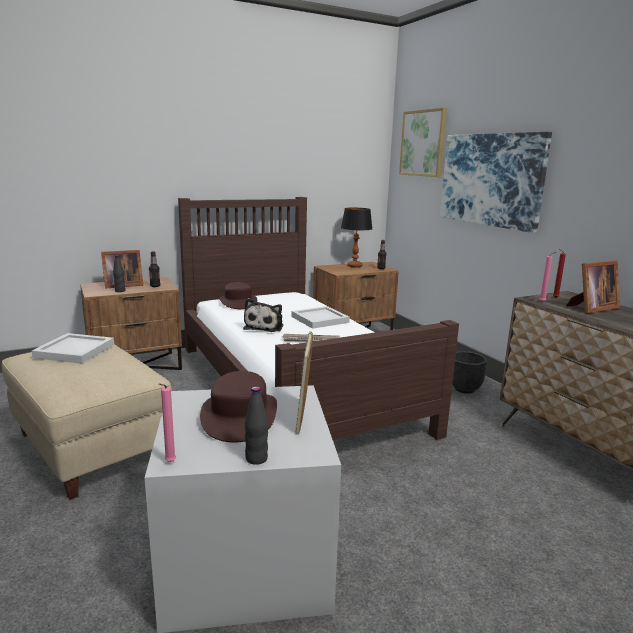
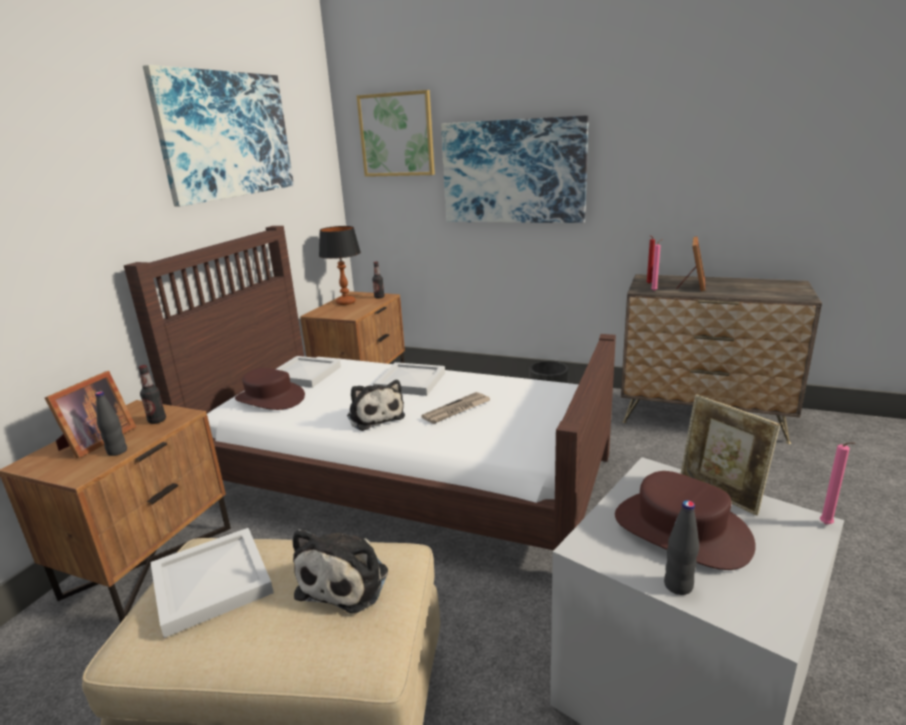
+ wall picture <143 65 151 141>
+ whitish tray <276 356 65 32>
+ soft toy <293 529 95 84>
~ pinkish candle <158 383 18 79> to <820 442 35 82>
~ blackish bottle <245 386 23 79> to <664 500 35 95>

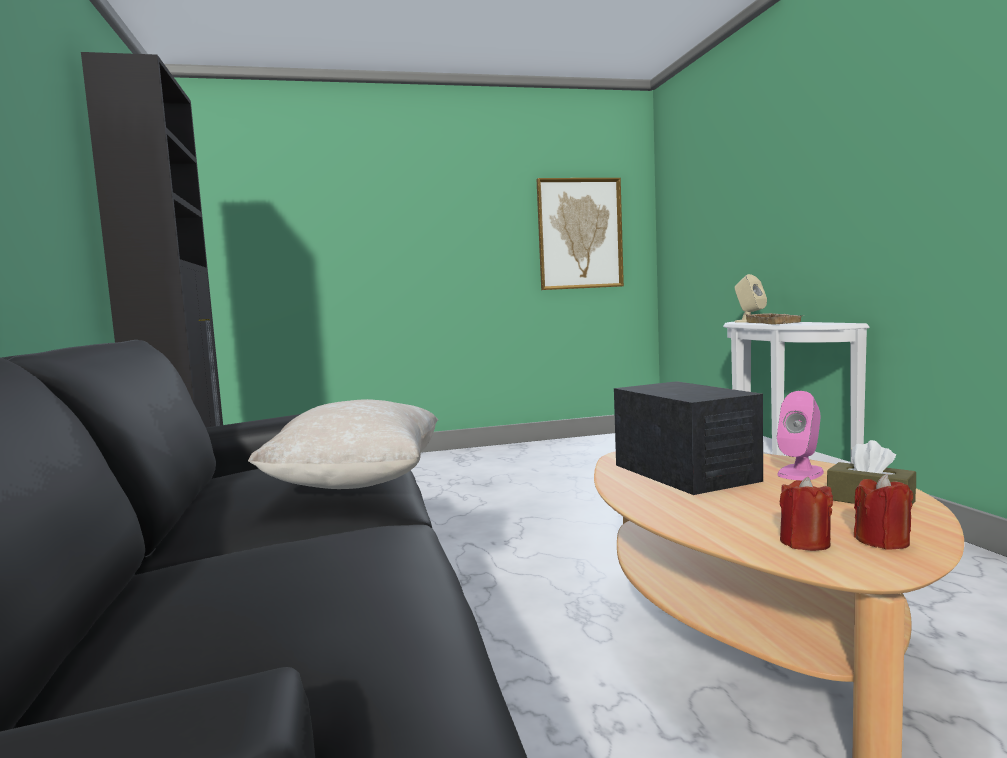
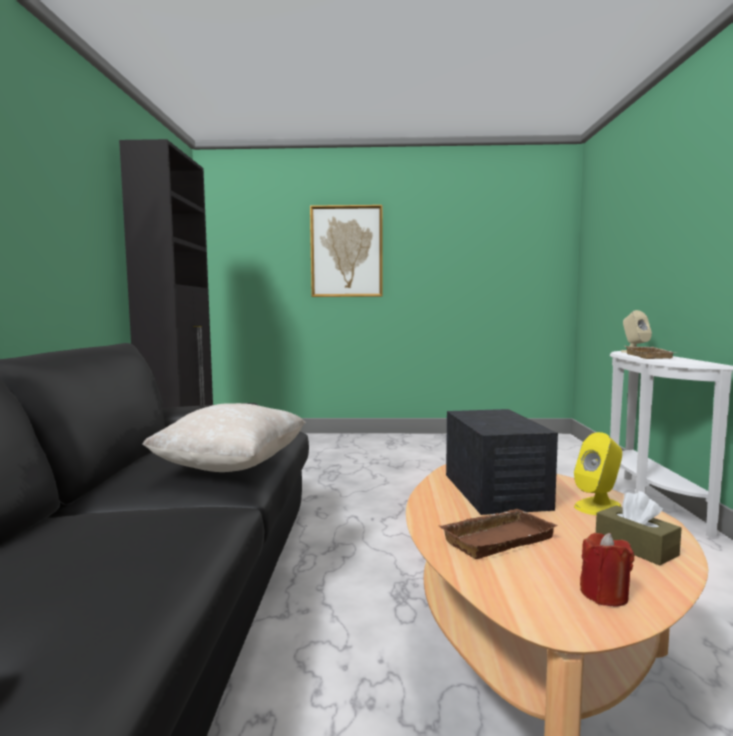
- red candle <780 477 53 74>
+ brown-coloured tray <439 509 119 50>
~ wall picture <536 178 88 112> to <310 205 73 92>
~ pinkish audio speaker <777 391 47 90> to yellowish audio speaker <574 432 48 83>

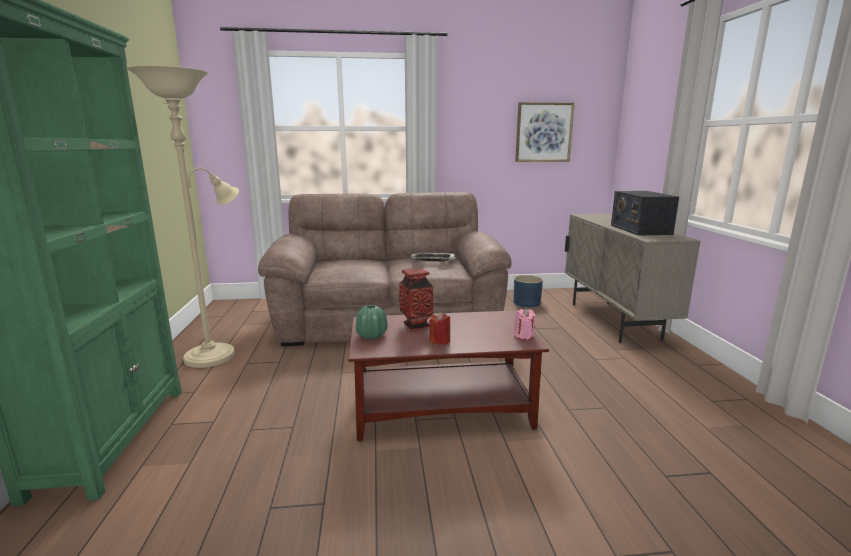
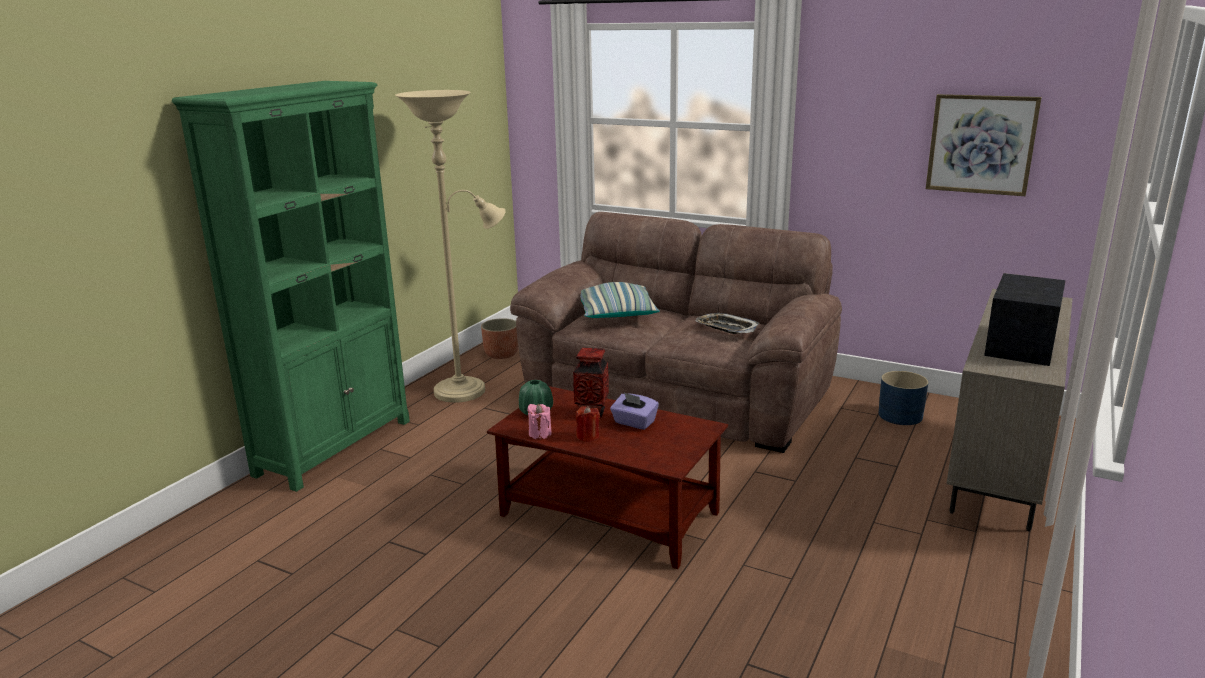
+ flower pot <481 318 37 41>
+ cushion <580 282 80 36>
+ purple-coloured tissue holder <610 392 49 38>
~ pinkish candle <513 308 24 32> to <527 404 25 36>

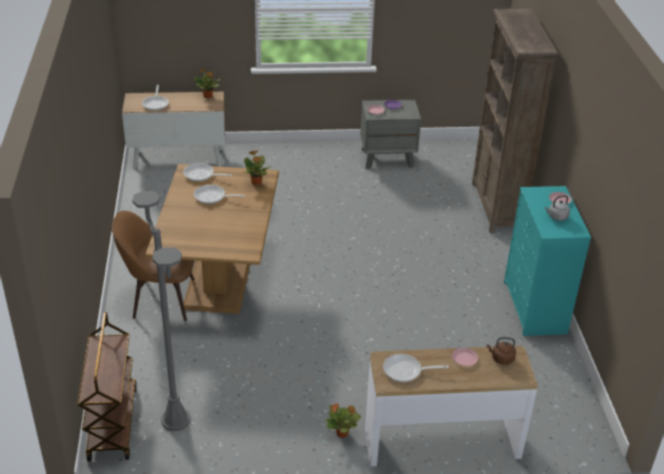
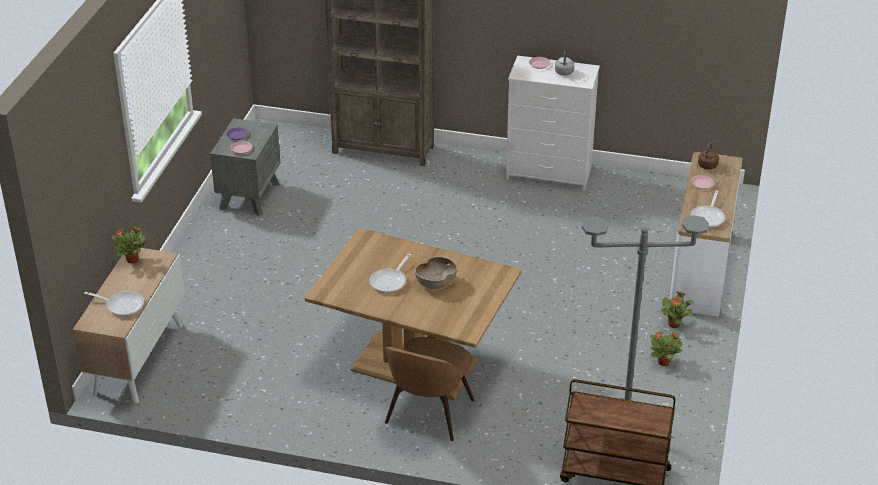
- pan <183 163 49 19>
+ brown-coloured deep dish <415 257 42 32>
~ potted plant <244 151 28 34> to <650 330 33 36>
~ turquoise-coloured drawer chest <504 186 87 150> to whitish drawer chest <506 56 94 135>

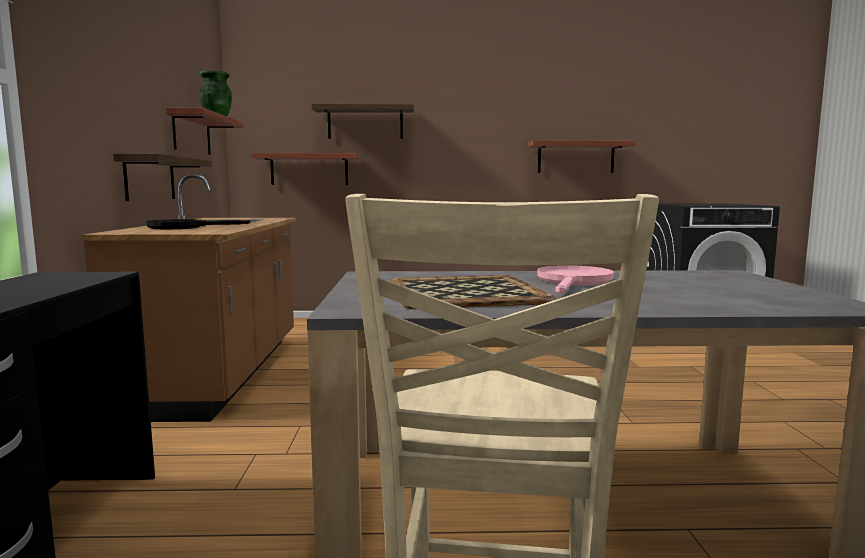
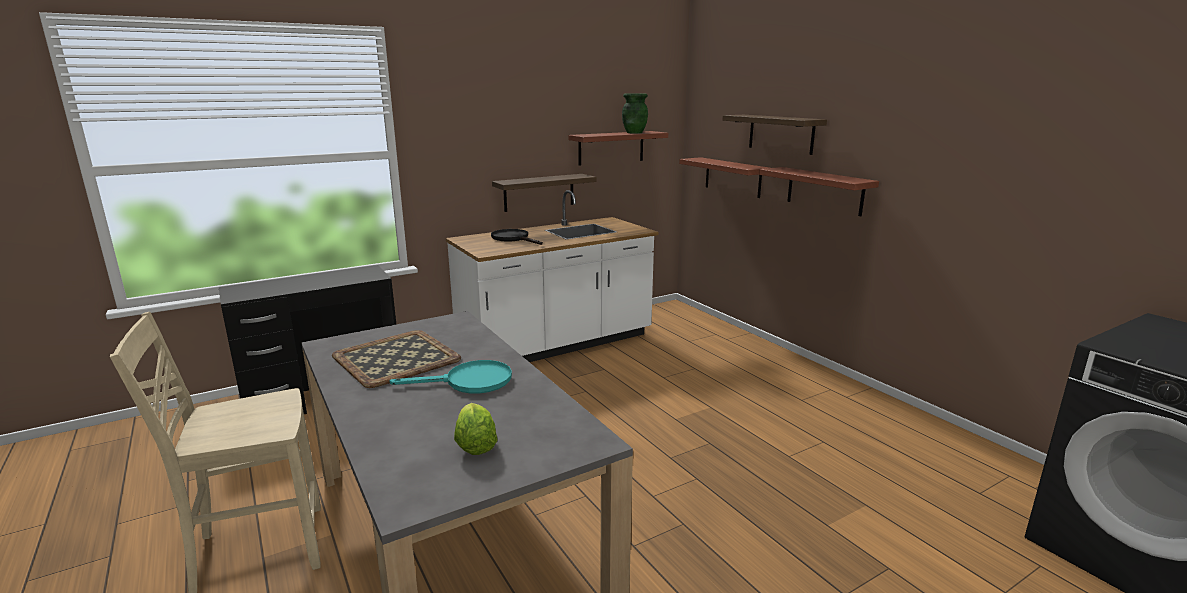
+ lettuce <454 403 43 52>
~ bracket shelf <527 140 109 33> to <759 167 120 49>
~ brown-coloured kitchen base unit <82 174 214 248> to whitish kitchen base unit <446 190 212 172>
~ pinkish pan <537 265 77 29> to turquoise-coloured pan <389 360 123 33>

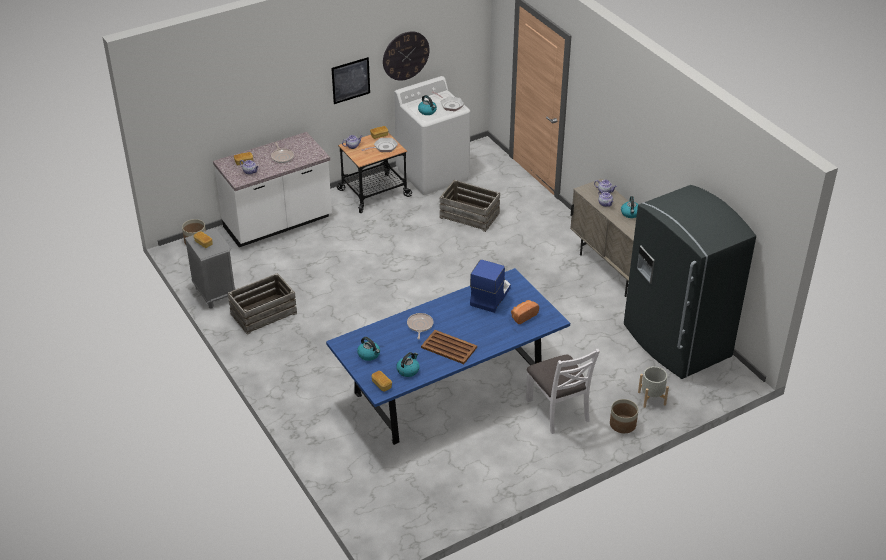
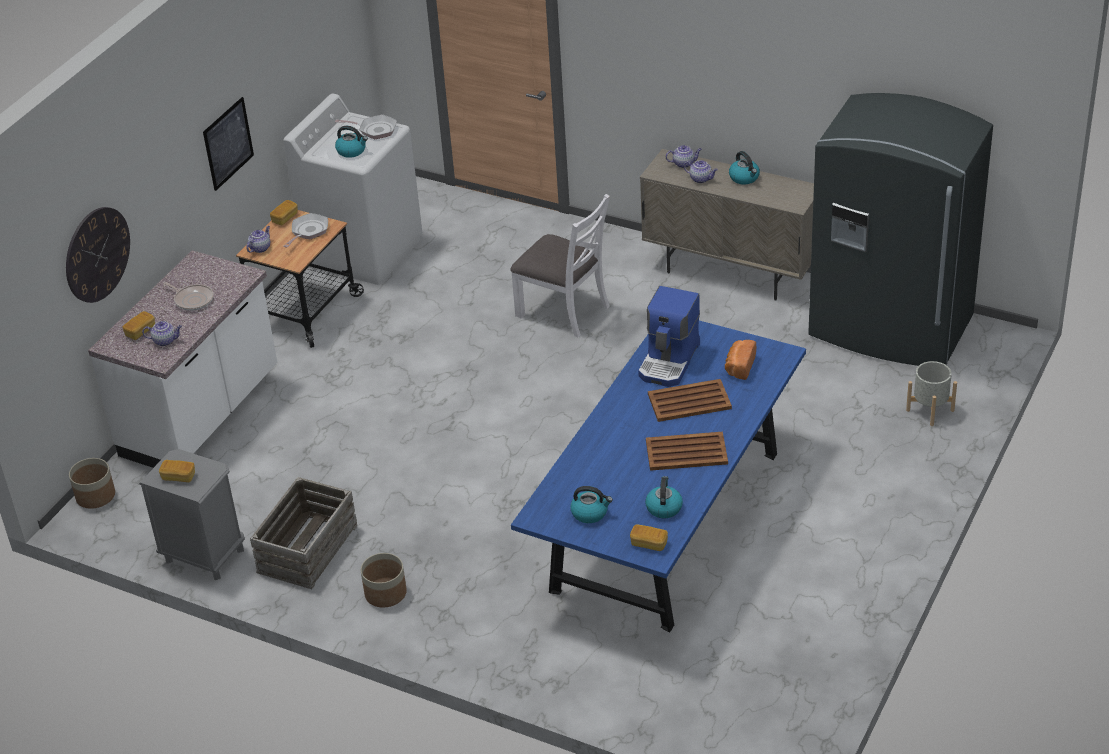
- pan <407 313 27 26>
- crate <440 180 60 52>
+ brown-coloured tray <648 379 84 43>
~ clock on the wall <383 31 47 50> to <66 207 64 96>
~ whitish plain chair <526 349 74 85> to <510 194 100 144>
~ flower pot <610 399 28 34> to <361 553 46 54>
~ coffee machine <470 260 41 53> = <638 286 62 101> 150 degrees counterclockwise

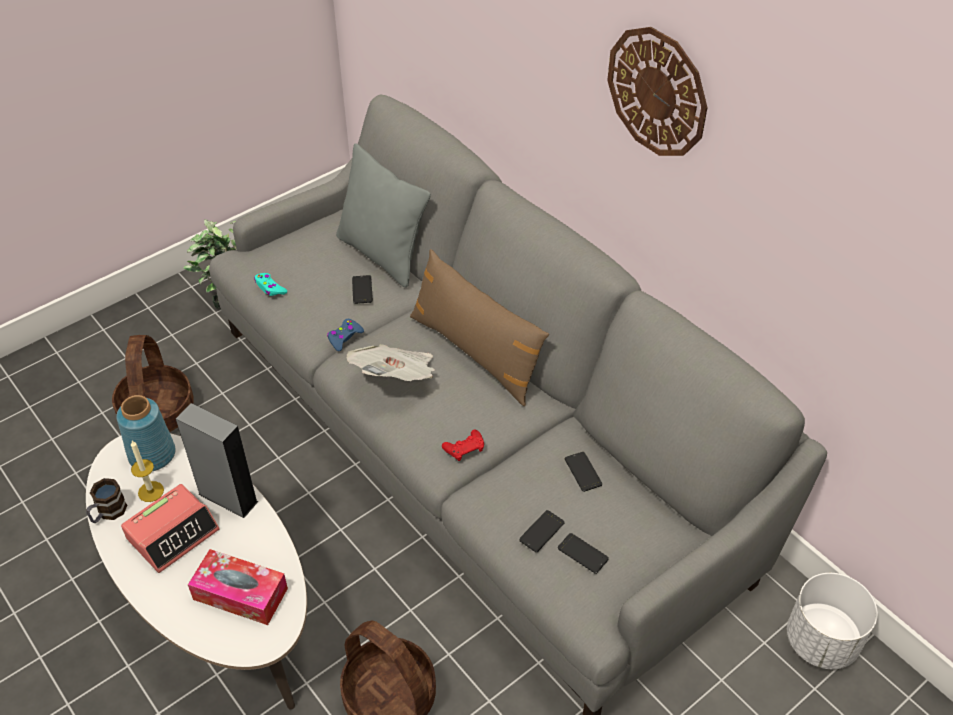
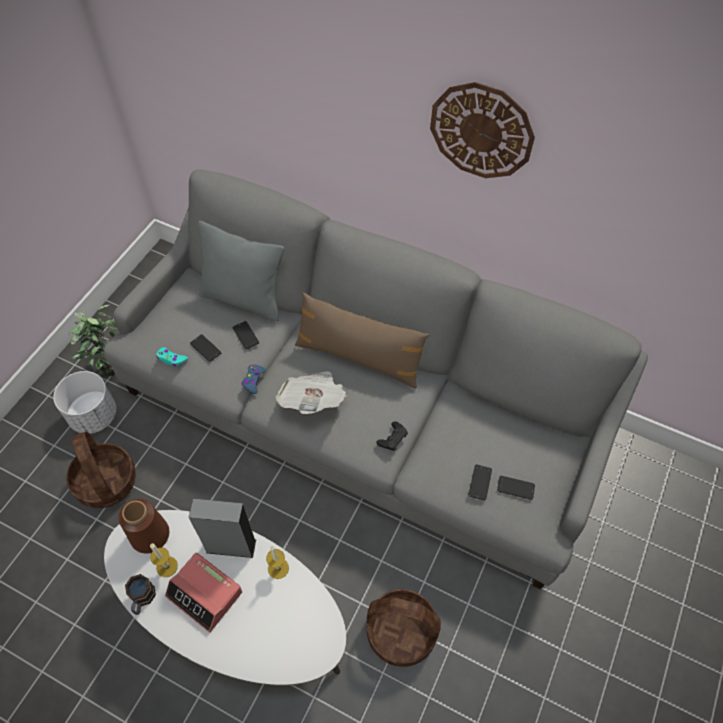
- tissue holder <188 549 100 76>
+ candle <266 545 23 34>
~ phone <565 452 38 40> to <190 334 31 28>
~ whitish flower pot <787 573 91 97> to <53 371 64 63>
~ blue flower vase <116 395 60 76> to brown-coloured flower vase <119 499 50 55>
~ red game controller <442 430 42 31> to blackish game controller <376 421 32 30>
~ table clock <121 484 99 89> = <165 553 77 79> 105 degrees clockwise

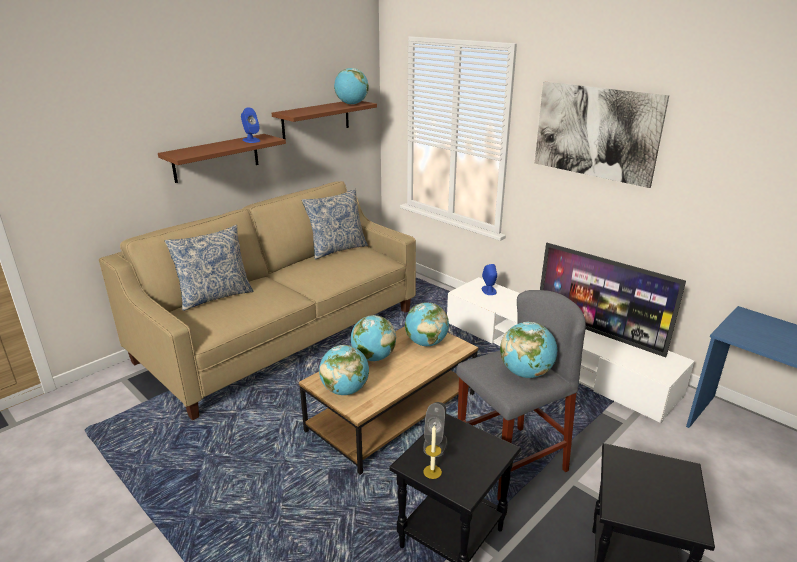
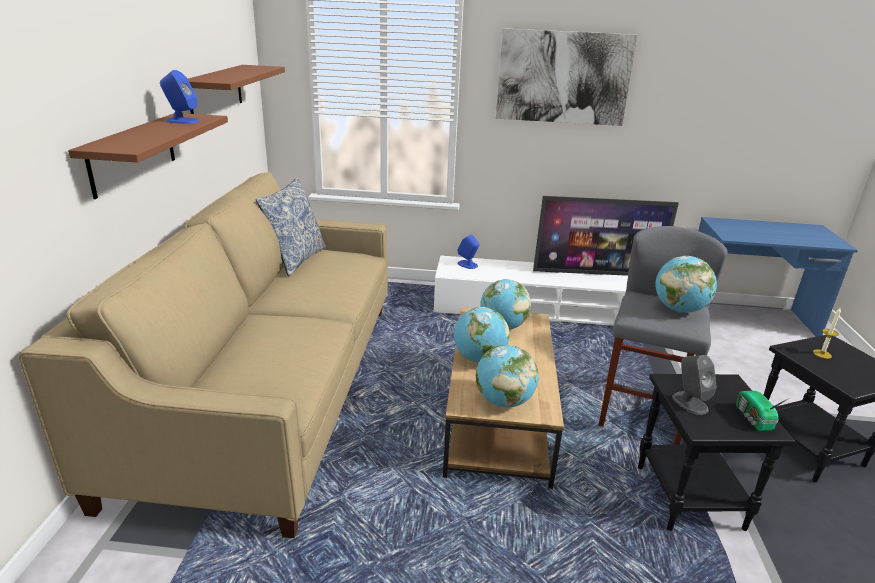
- cushion <165 225 89 86>
- globe <334 68 35 37>
+ radio receiver <736 391 53 40>
~ candle <423 425 19 54> to <813 308 28 51>

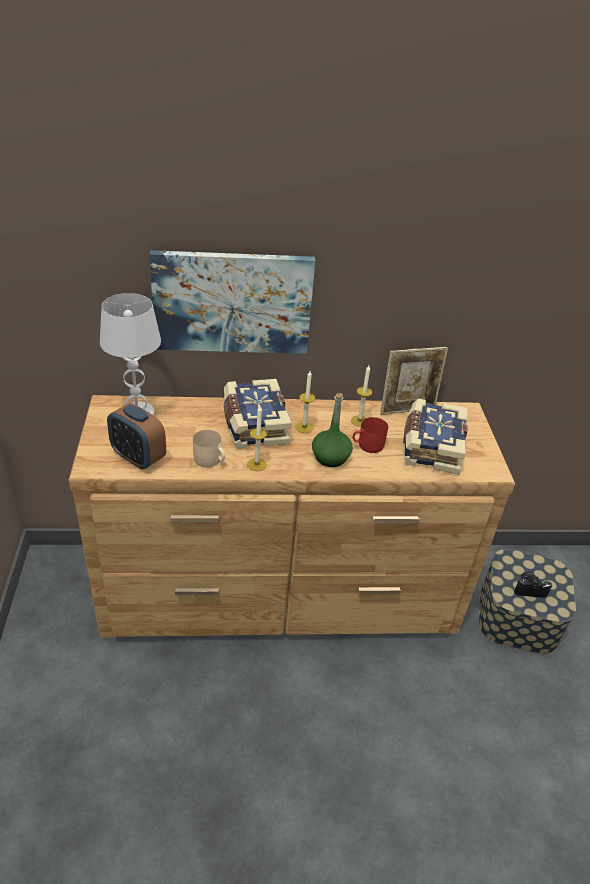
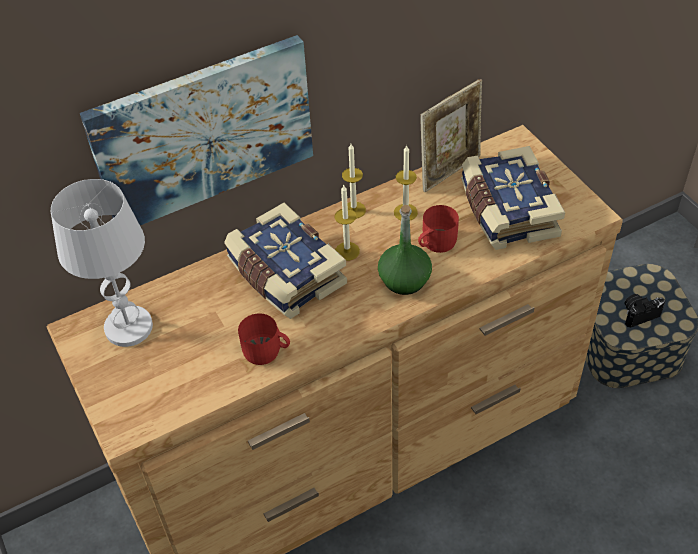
- table clock <107 403 59 67>
~ candle <247 406 20 65> to <342 144 24 75>
~ beige-coloured tea mug <193 430 32 37> to red tea mug <238 313 52 52>

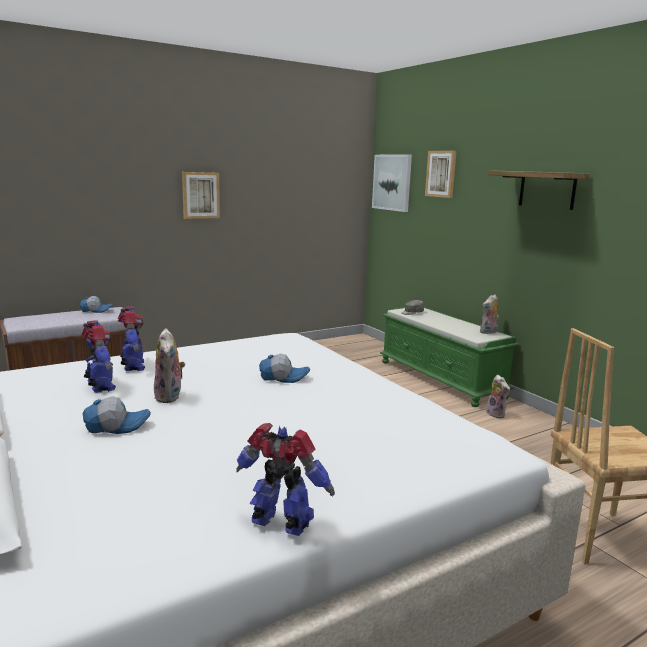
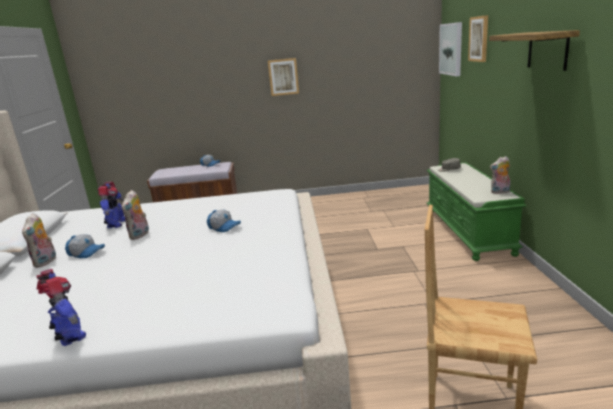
- robot figure <118 306 27 65>
~ soft toy <486 375 24 43> to <22 213 34 55>

